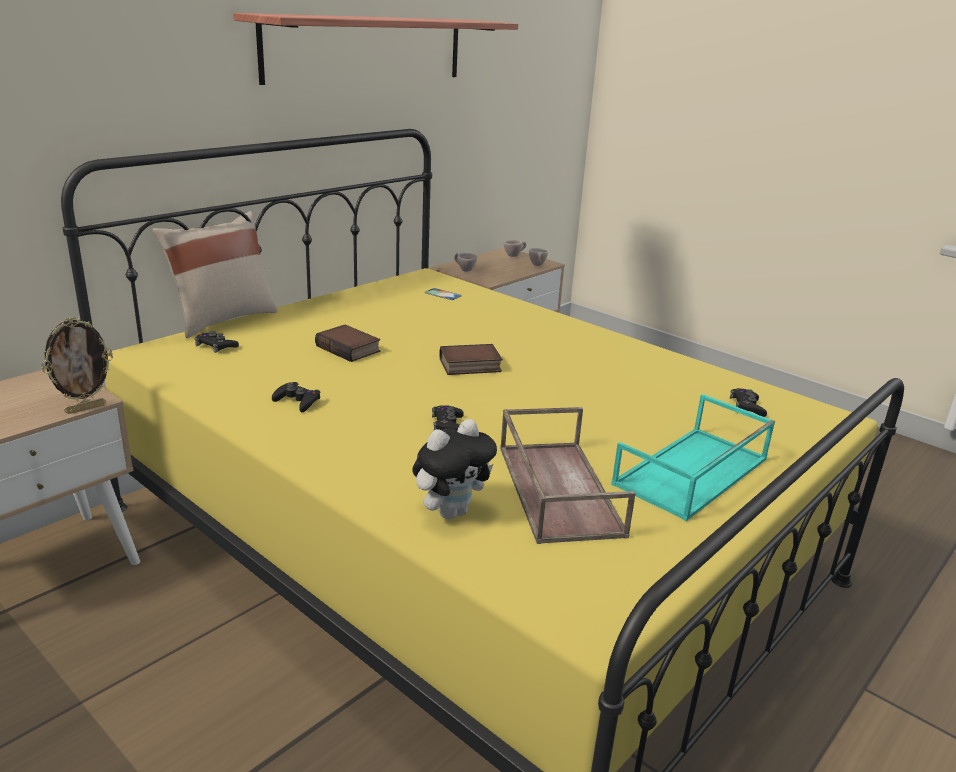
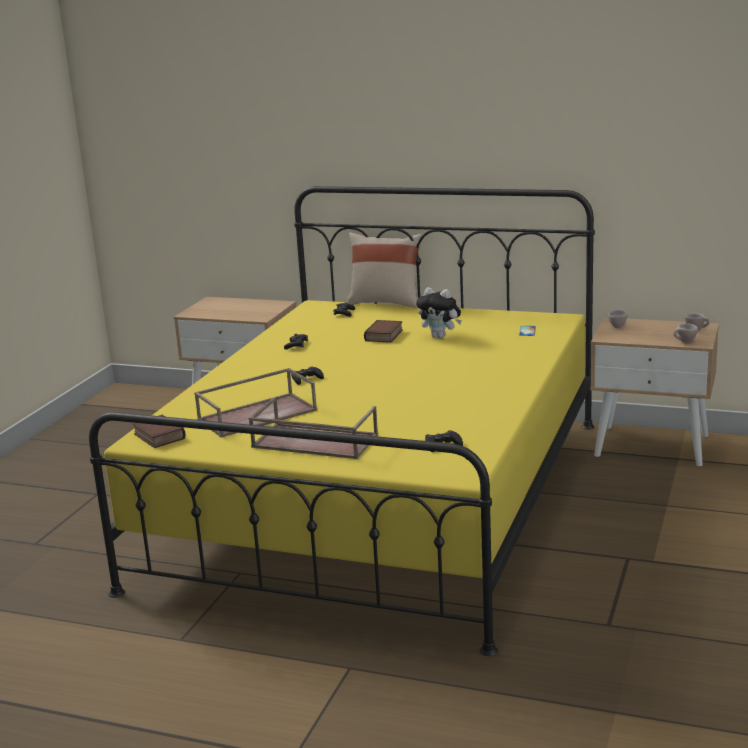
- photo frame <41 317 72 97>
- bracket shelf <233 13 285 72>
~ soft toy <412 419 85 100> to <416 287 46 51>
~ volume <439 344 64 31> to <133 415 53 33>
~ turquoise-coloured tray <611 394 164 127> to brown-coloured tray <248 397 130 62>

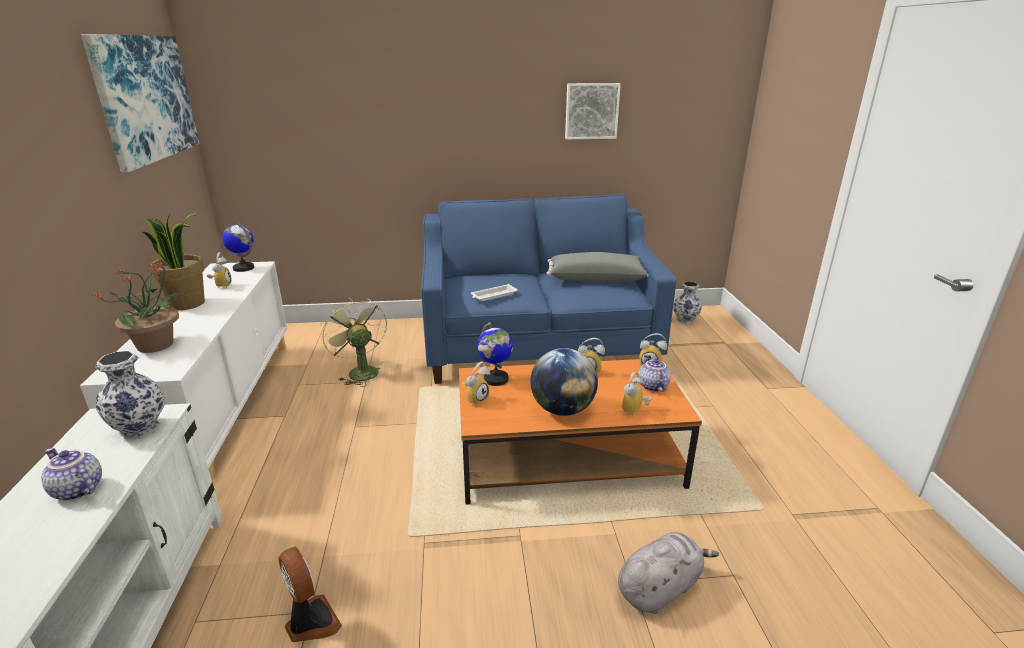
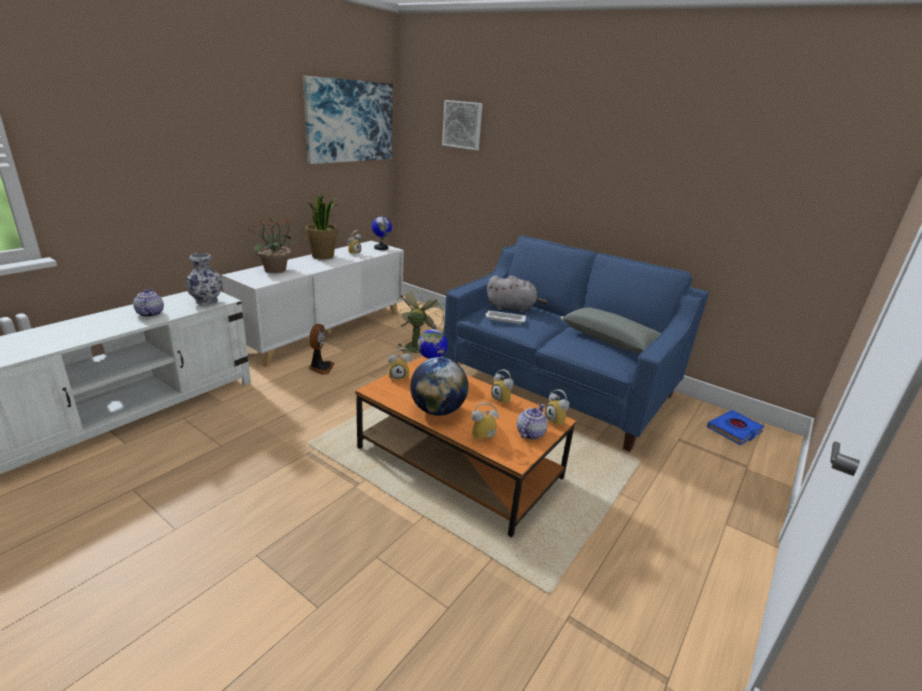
~ electric fan <278 547 64 95> to <308 324 27 51>
~ wall picture <565 83 56 56> to <442 100 41 50>
~ grey soft toy <618 532 101 82> to <487 276 61 36>
~ flower vase <673 281 29 43> to blue volume <707 410 57 35>

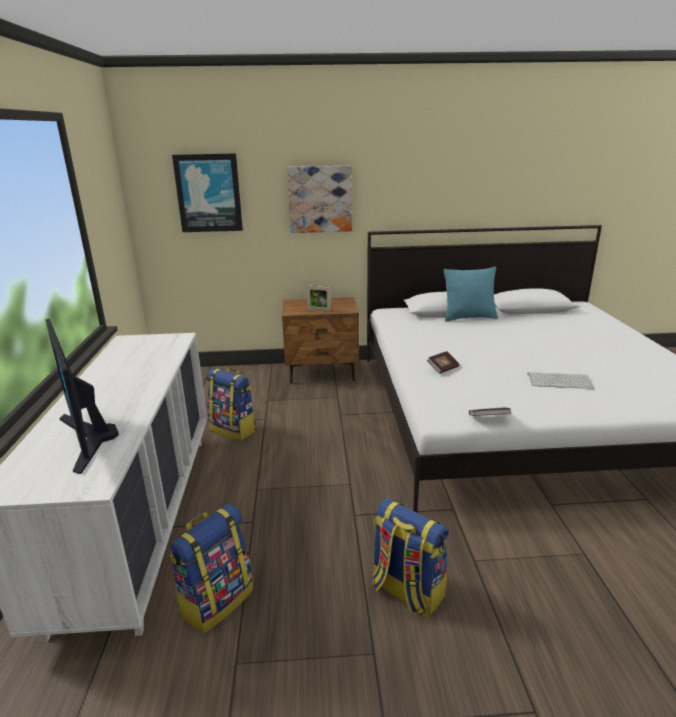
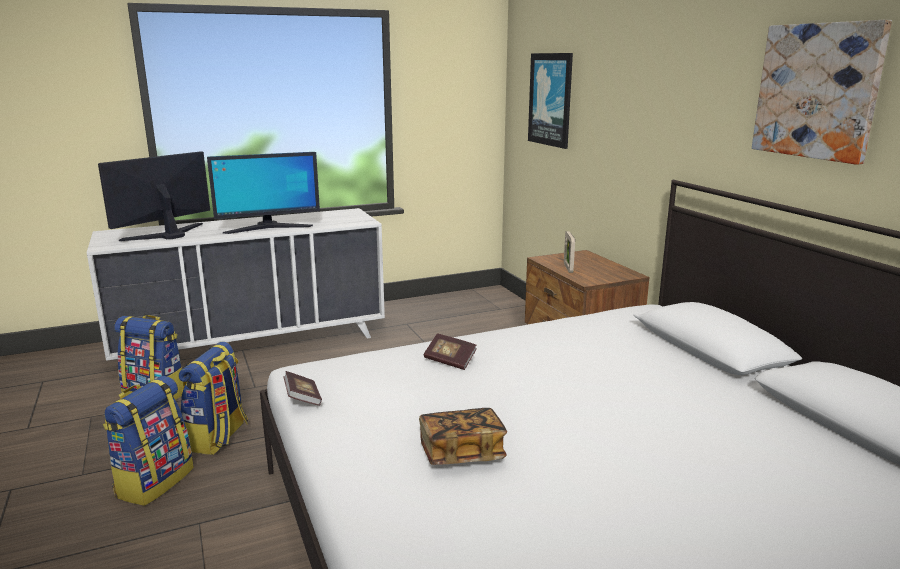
- turquoise-coloured cushion <443 267 55 55>
+ computer screen <207 152 113 82>
~ rucksack <206 368 50 73> to <179 342 69 113>
~ wall picture <287 166 65 67> to <752 20 140 145>
~ PC keyboard <528 372 66 17> to volume <419 408 88 57>

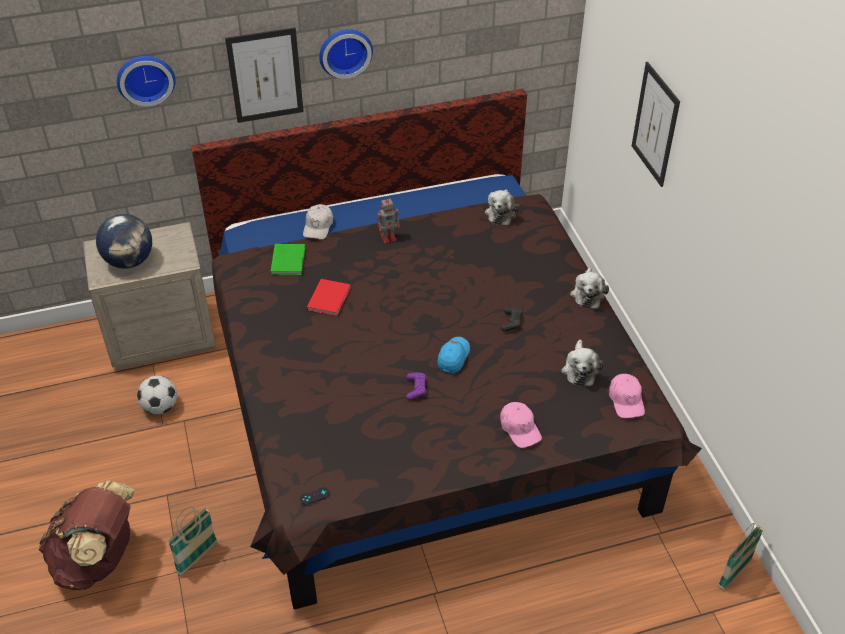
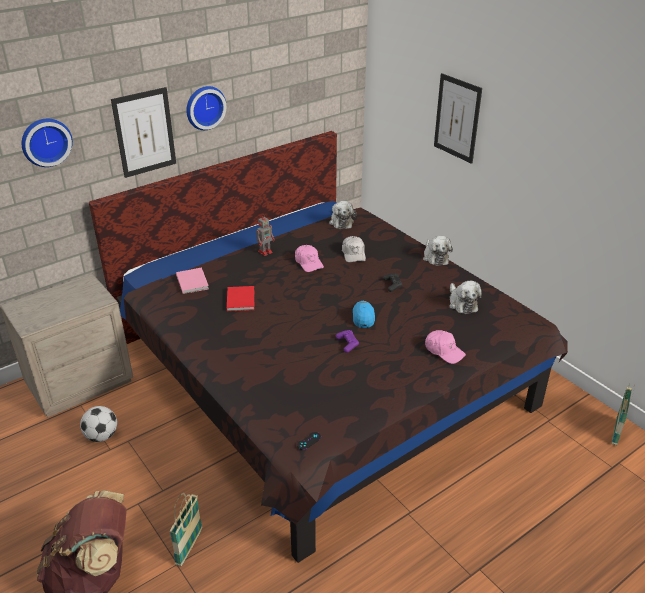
- globe <96 214 56 55>
~ whitish cap <303 204 30 35> to <342 236 24 26>
~ pinkish cap <609 374 36 44> to <295 245 29 27>
~ greenish volume <271 244 34 31> to pinkish volume <176 268 33 26>

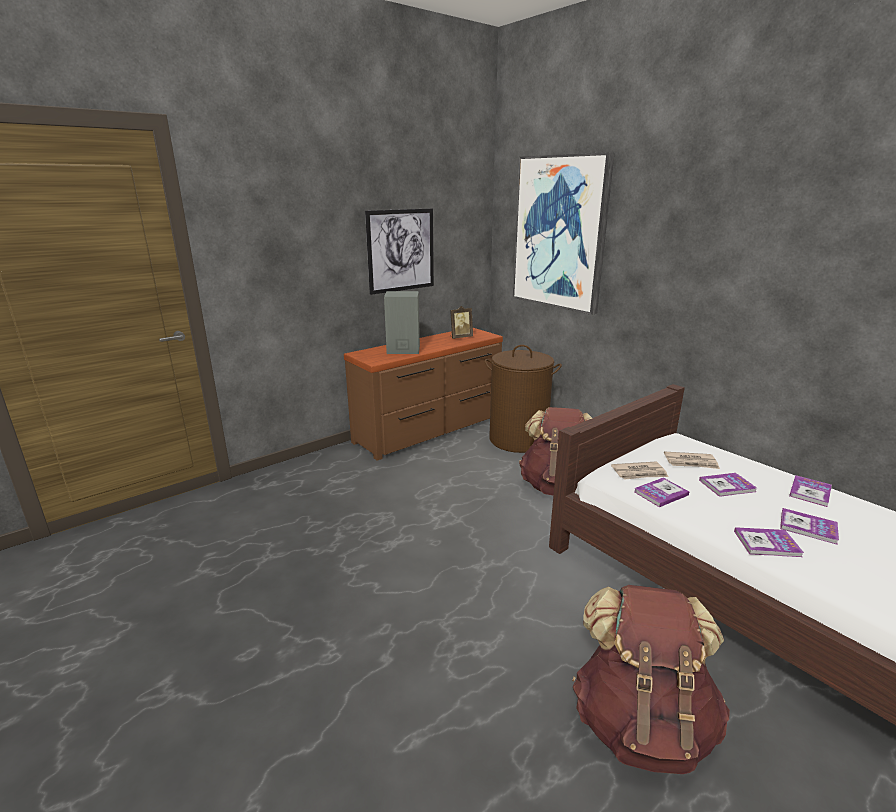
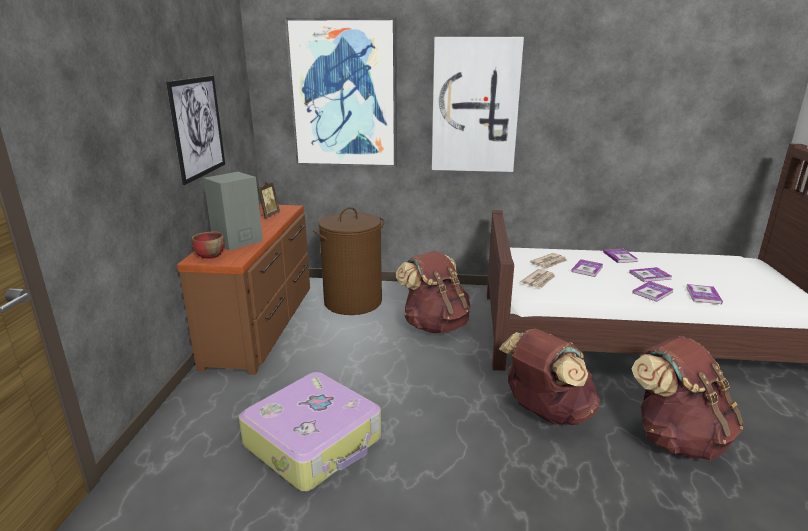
+ red deep dish <192 231 33 28>
+ suitcase <239 372 142 120>
+ wall picture <432 37 92 135>
+ brown-coloured rucksack <499 329 101 96>
~ volume <634 478 55 29> to <686 284 37 20>

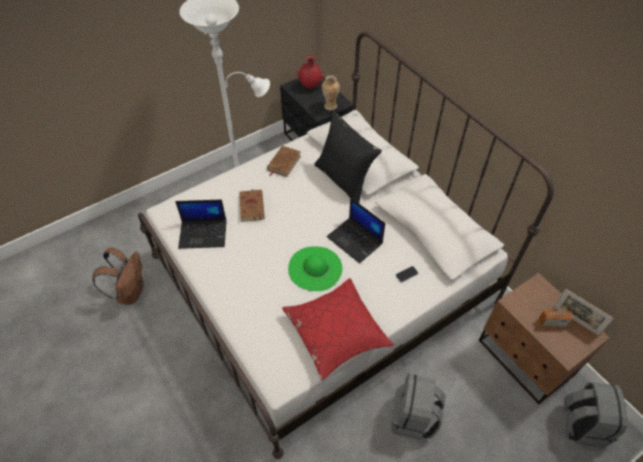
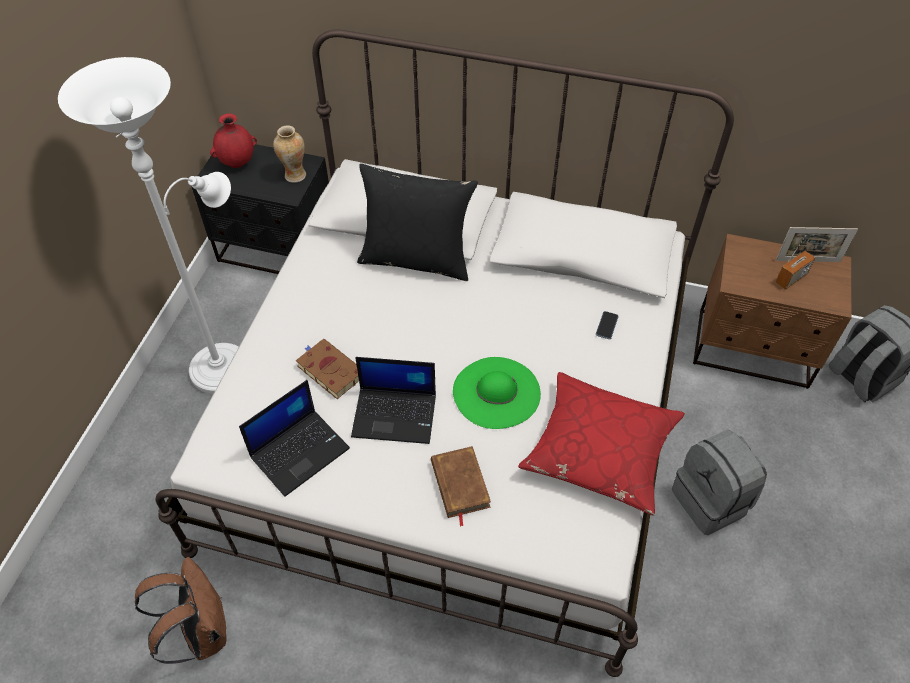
~ brown-coloured volume <267 146 34 31> to <431 446 60 80>
~ portable computer <327 198 58 66> to <351 357 85 87>

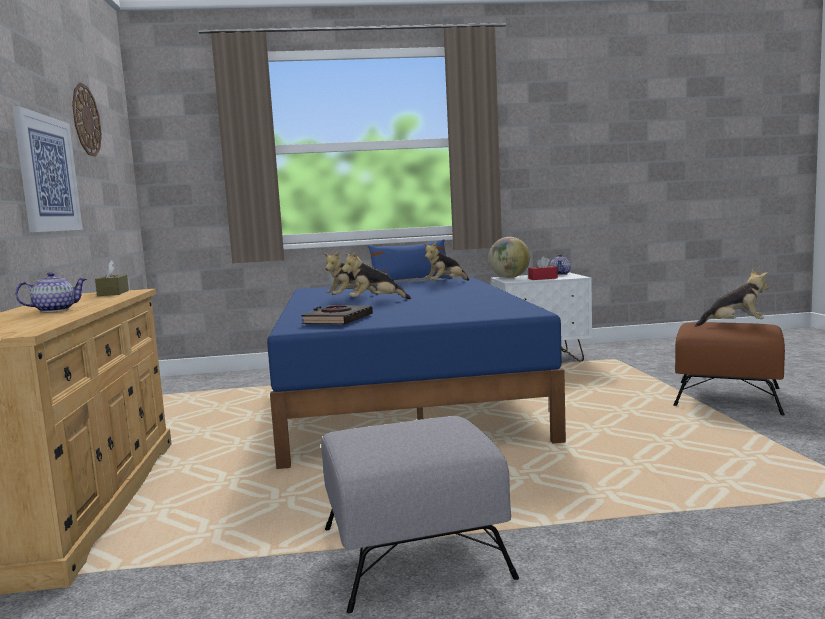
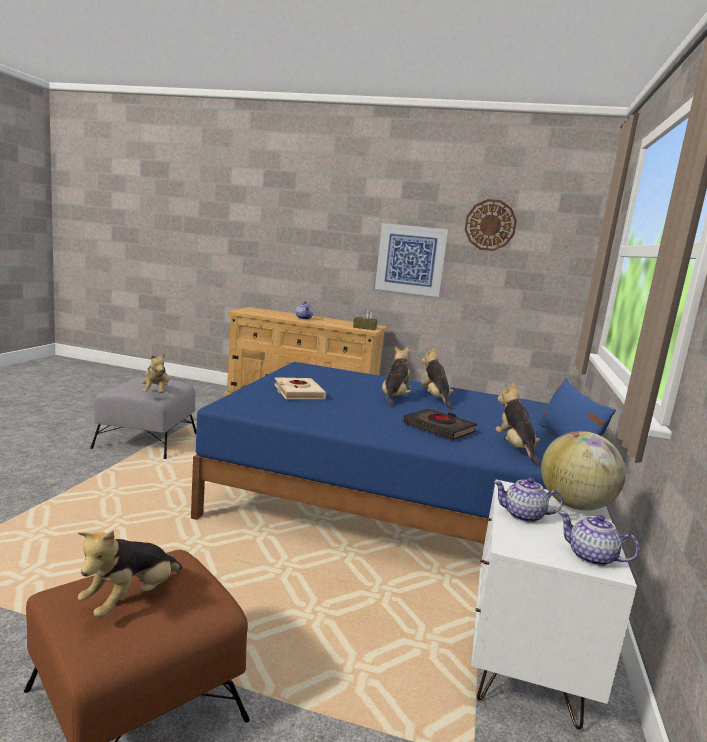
+ soft toy <141 353 28 40>
+ beige-coloured volume <274 377 52 22>
~ blackish volume <301 305 72 20> to <403 408 74 32>
~ red tissue holder <528 257 30 23> to tea pot <494 478 70 45>

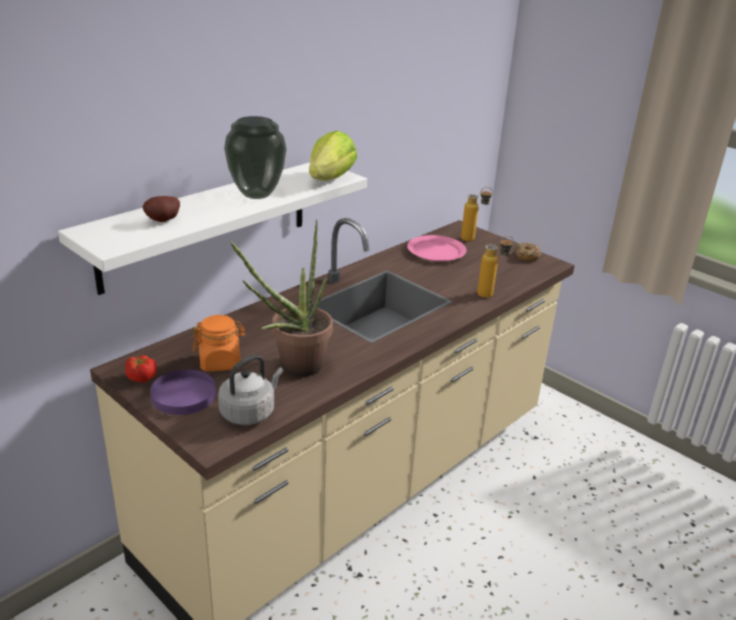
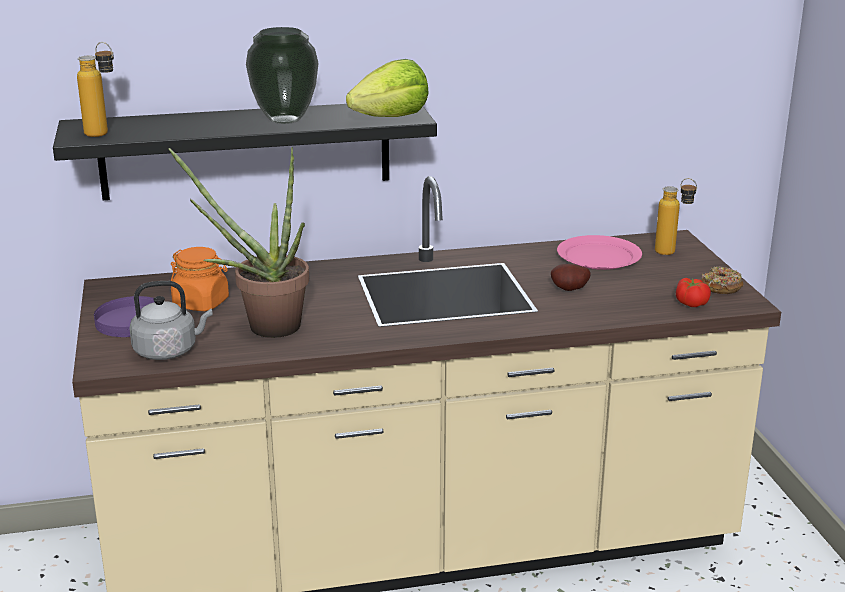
~ whole tomato <125 355 32 27> to <676 278 35 29>
~ spud <143 196 37 26> to <551 264 40 27>
~ bottle <477 236 37 62> to <77 42 37 95>
~ whitish bracket shelf <58 163 309 132> to blackish bracket shelf <53 104 384 96>

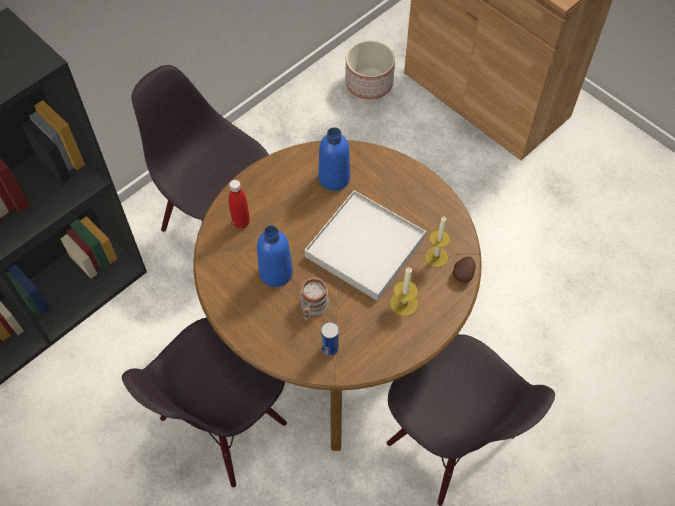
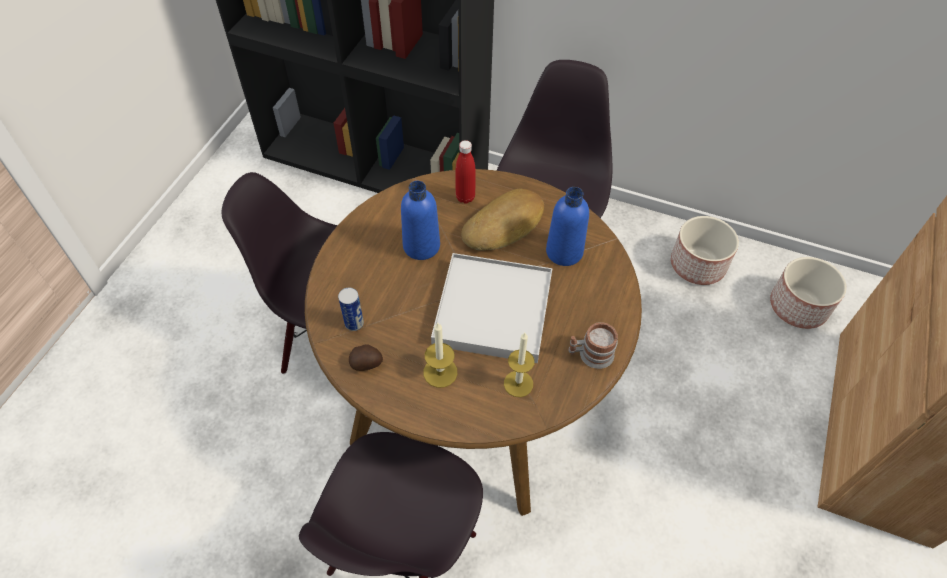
+ baked bread <461 189 83 62>
+ flower pot <671 216 68 69>
~ tea mug <300 277 29 43> to <568 322 50 47>
~ spud <452 256 24 27> to <349 344 34 27>

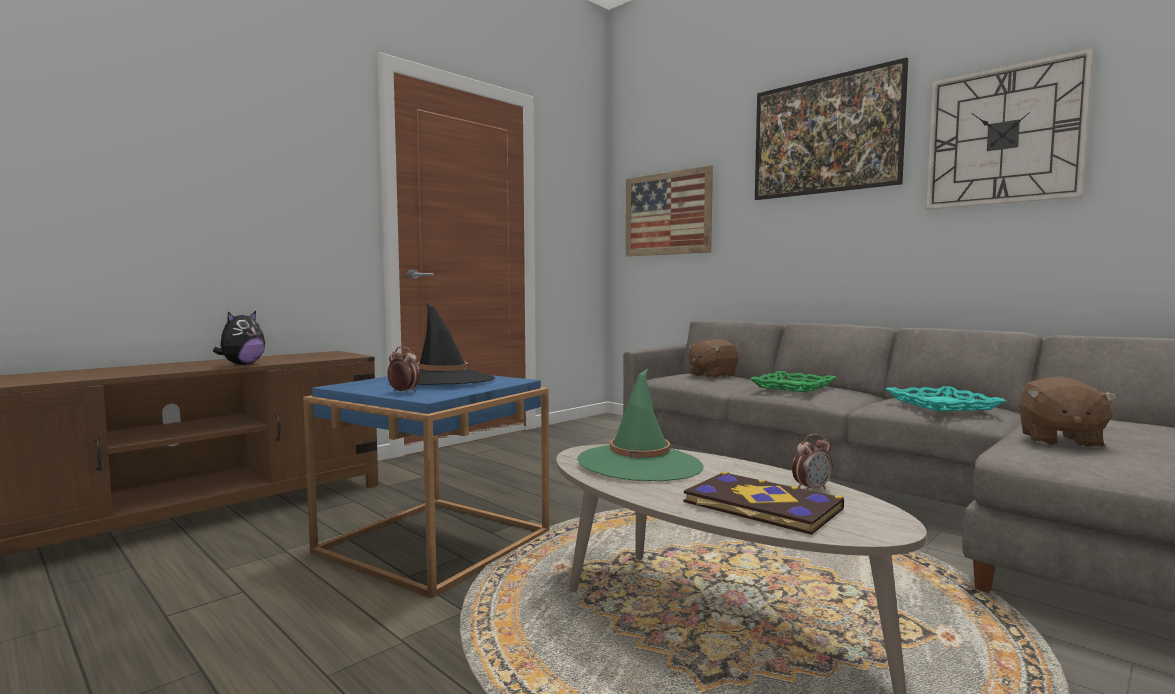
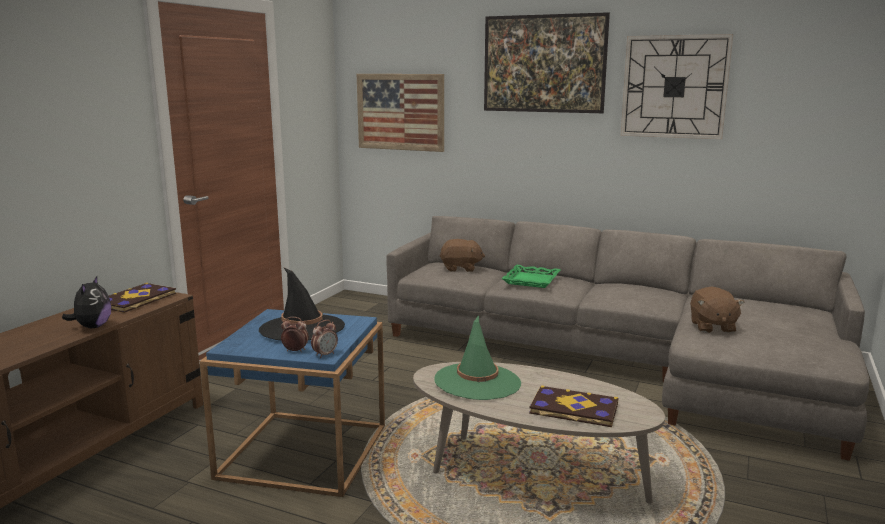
- turquoise-coloured tray <886 386 120 25>
+ volume <109 283 68 30>
~ table clock <792 434 41 56> to <311 320 27 38>
~ brown-coloured soft toy <688 339 51 40> = <440 239 45 33> 120 degrees counterclockwise

